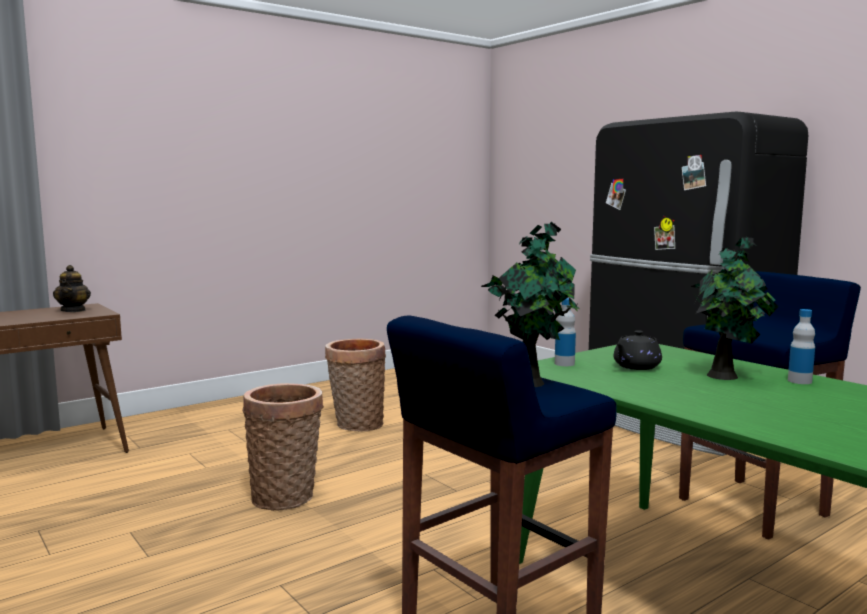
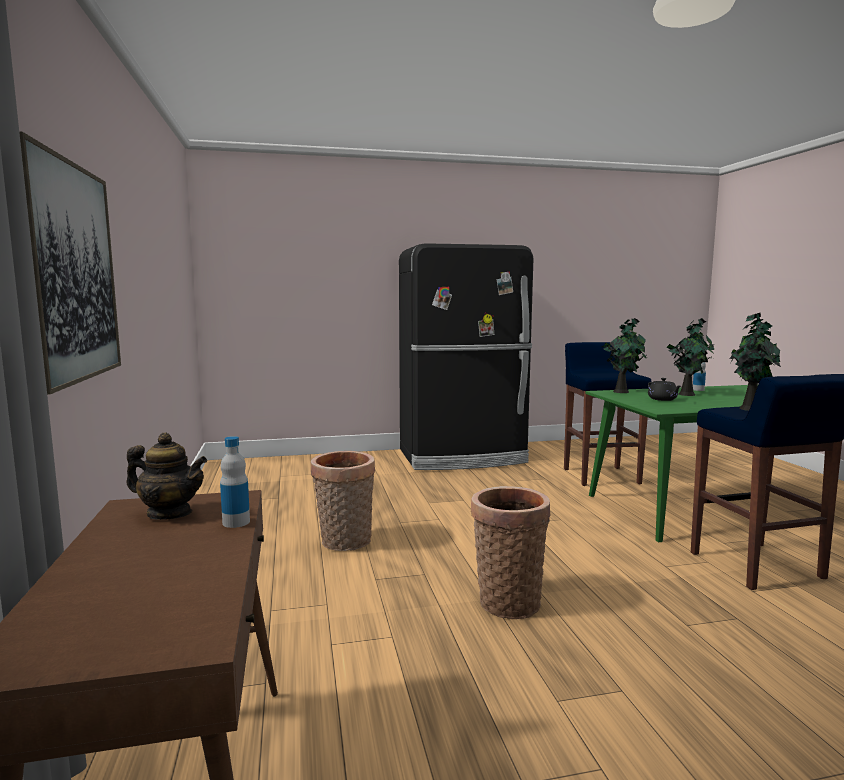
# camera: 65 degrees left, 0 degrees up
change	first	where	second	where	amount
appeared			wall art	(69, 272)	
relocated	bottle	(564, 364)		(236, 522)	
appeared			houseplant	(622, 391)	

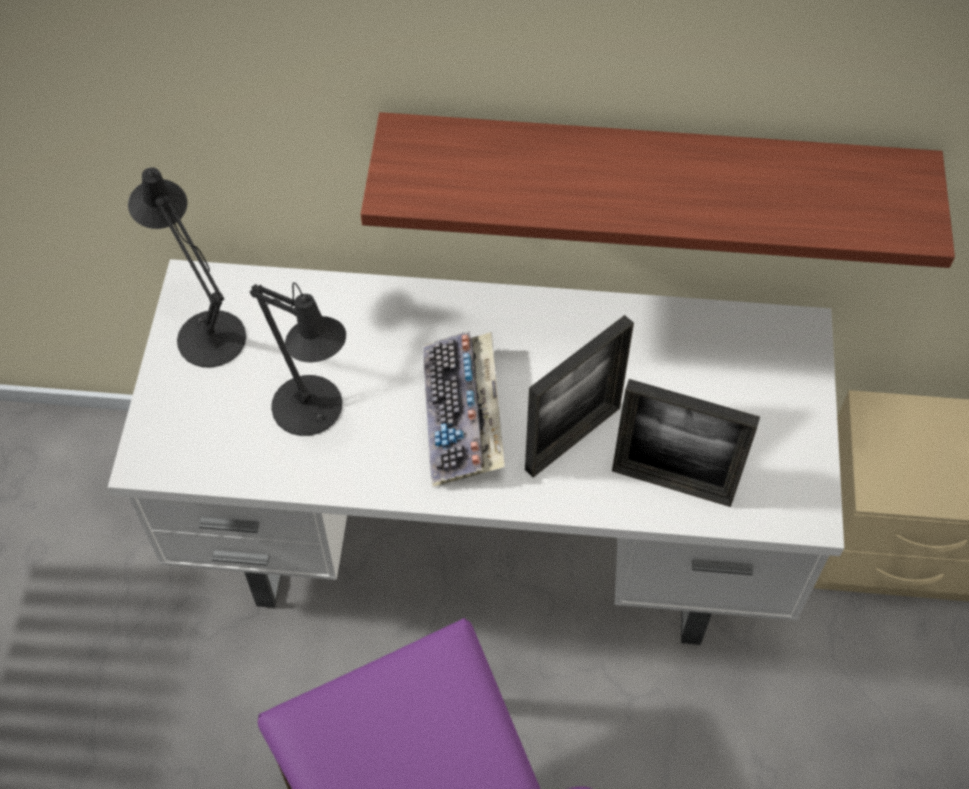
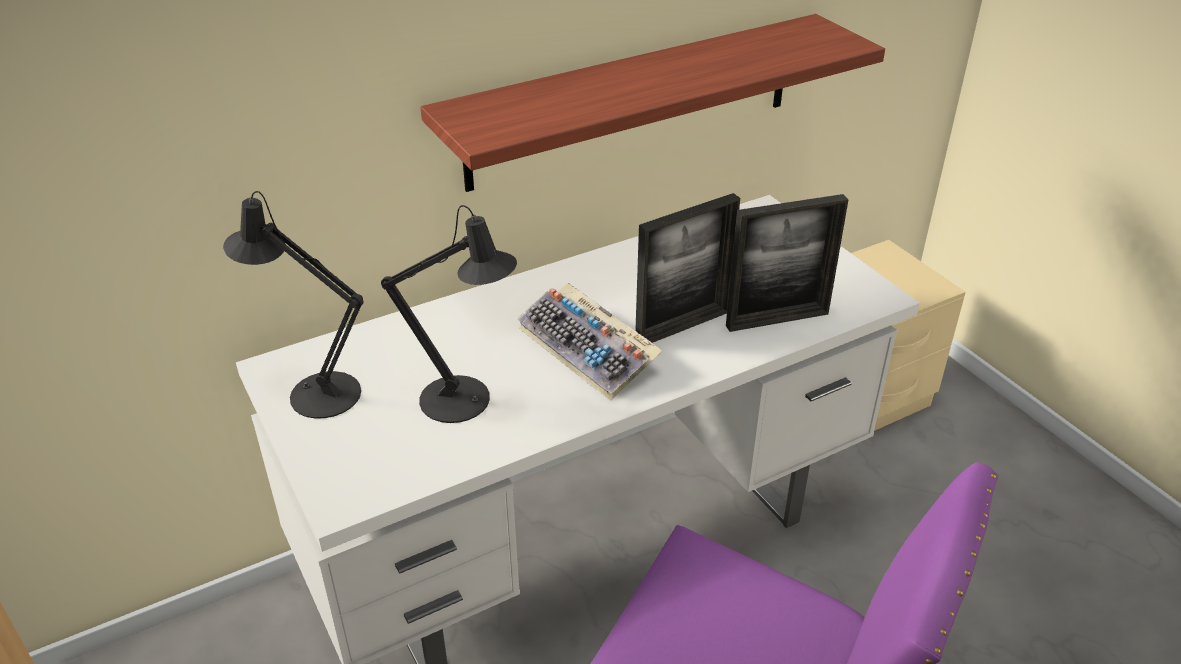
# camera: 35 degrees left, 20 degrees down
change	first	where	second	where	amount
spun	photo frame	(573, 438)		(682, 326)	45 degrees clockwise

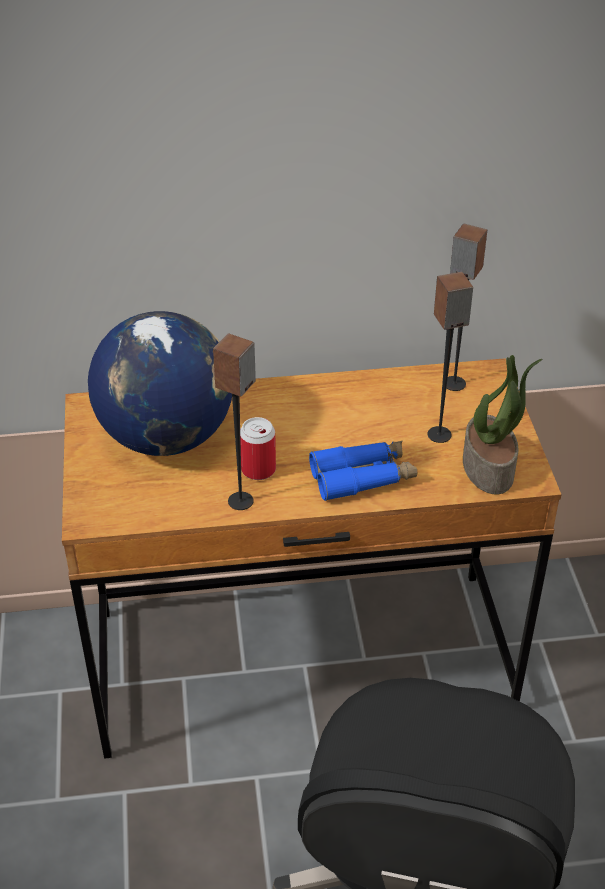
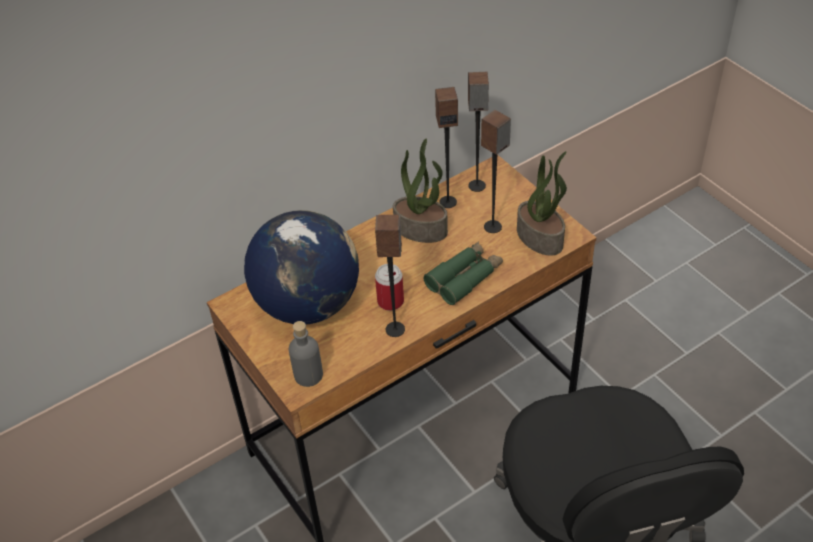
# camera: 25 degrees left, 5 degrees up
change	first	where	second	where	amount
appeared			bottle (gray)	(308, 375)	
appeared			houseplant	(421, 229)	
colour	field glasses (blue-coloured)	(363, 477)	field glasses (greenish)	(464, 278)	
appeared			audio speaker	(448, 202)	

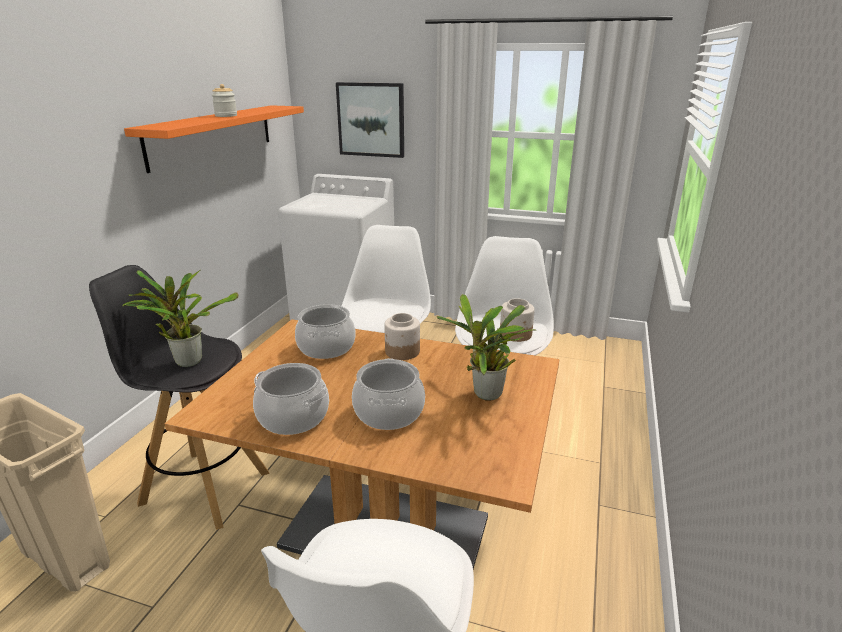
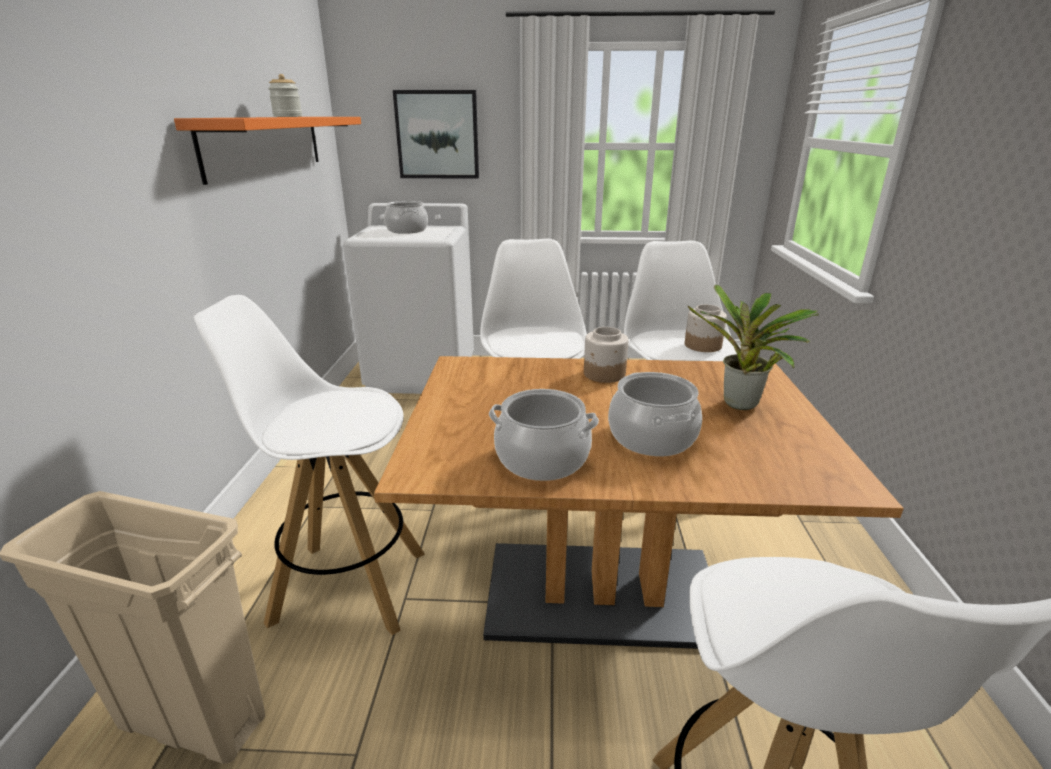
# camera: 15 degrees left, 0 degrees up
change	first	where	second	where	amount
colour	stool (black)	(204, 487)	stool (white-coloured)	(347, 586)	
relocated	saucepot	(326, 347)		(406, 230)	
missing	houseplant	(186, 361)			

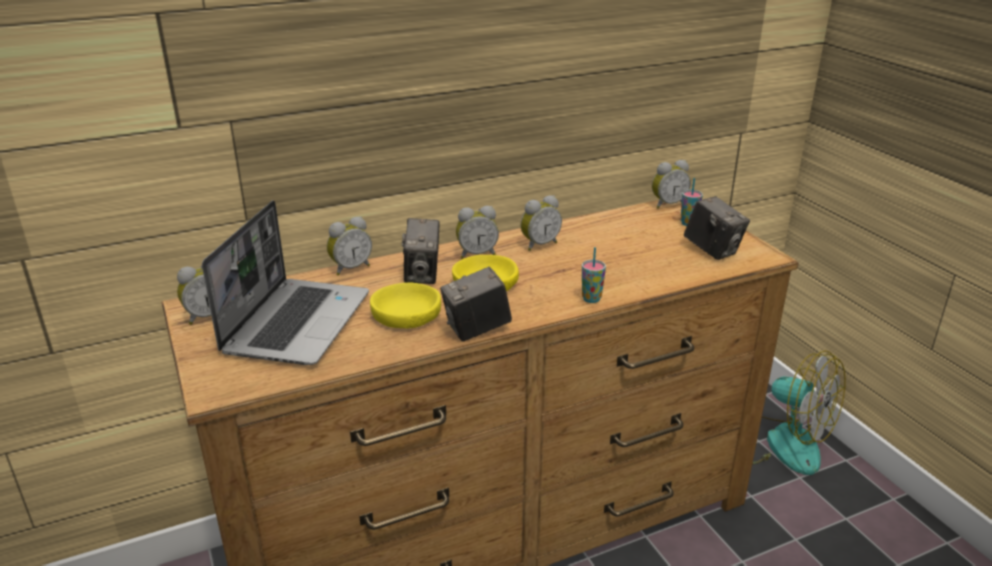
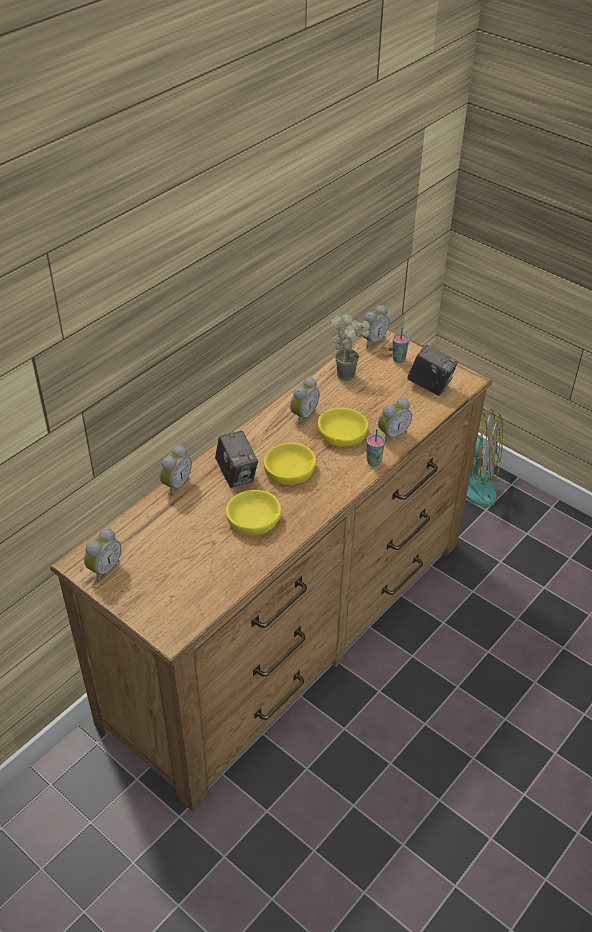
# camera: 25 degrees left, 15 degrees up
change	first	where	second	where	amount
appeared			bowl (yellowish)	(342, 433)	
appeared			houseplant	(349, 373)	
relocated	alarm clock	(477, 254)		(392, 434)	
missing	notebook computer	(297, 322)			
missing	photo camera	(476, 330)			

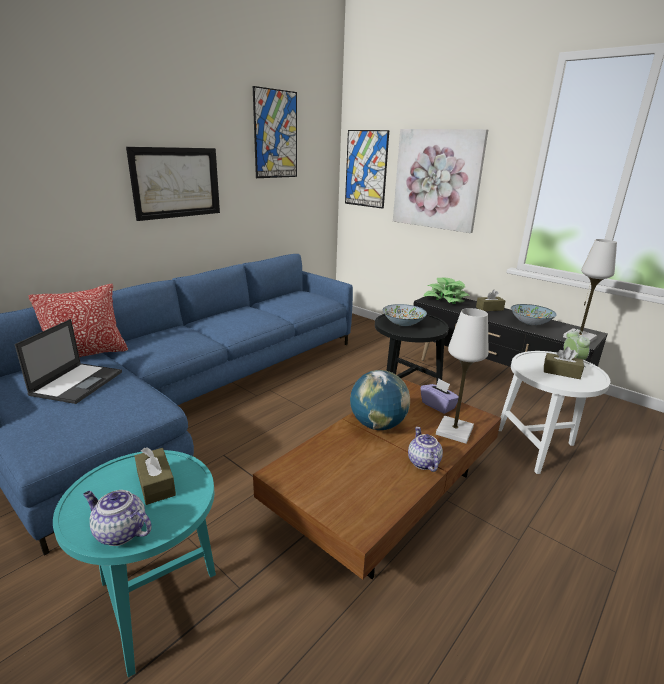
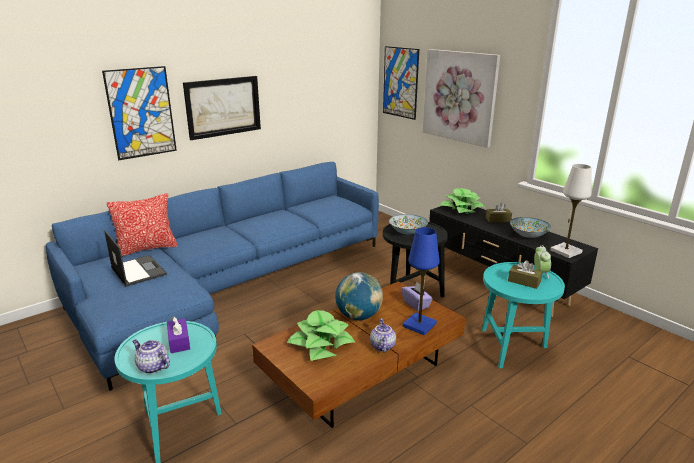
# camera: 10 degrees right, 0 degrees up
change	first	where	second	where	amount
relocated	wall art	(275, 134)		(141, 113)	
spun	notebook computer	(78, 382)		(138, 270)	60 degrees counterclockwise
colour	tissue holder (brown)	(156, 484)	tissue holder (purple)	(179, 341)	
appeared			houseplant	(321, 344)	
colour	lamp for a table (white-coloured)	(454, 431)	lamp for a table (blue-coloured)	(419, 325)	
colour	accent table (white-coloured)	(538, 447)	accent table (turquoise-coloured)	(512, 347)	

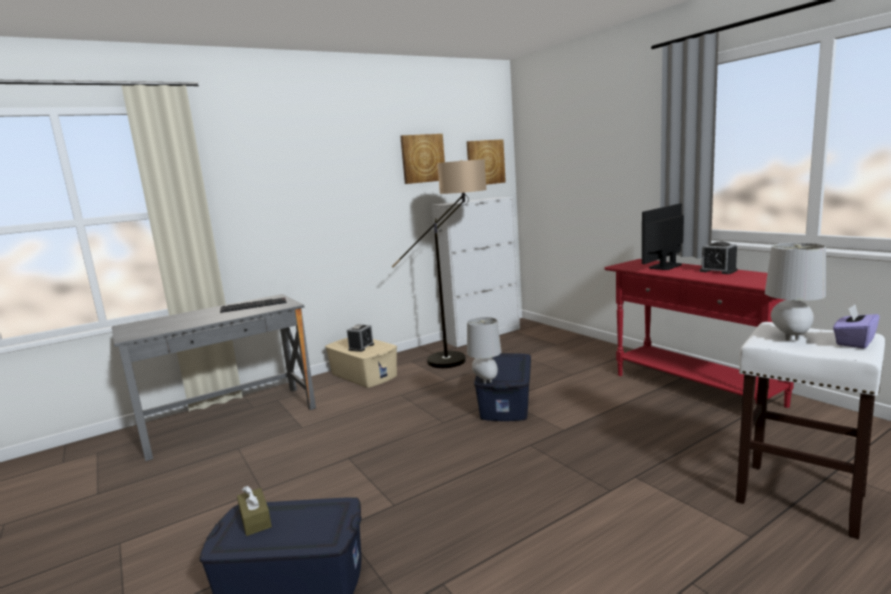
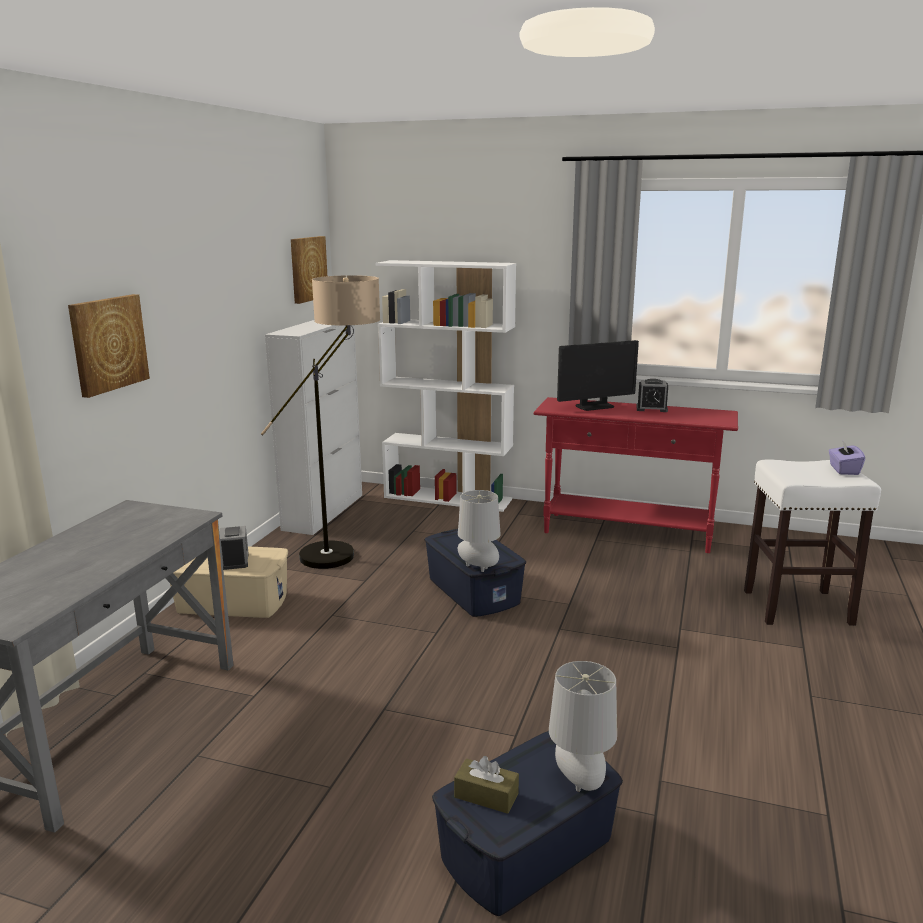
# camera: 40 degrees left, 5 degrees up
change	first	where	second	where	amount
relocated	wall art	(422, 158)		(108, 344)	
appeared			bookcase (white-coloured)	(448, 498)	
relocated	lamp for a table (gray)	(791, 337)		(580, 781)	
spun	monitor	(665, 266)		(594, 406)	120 degrees counterclockwise
missing	computer keyboard	(254, 305)			

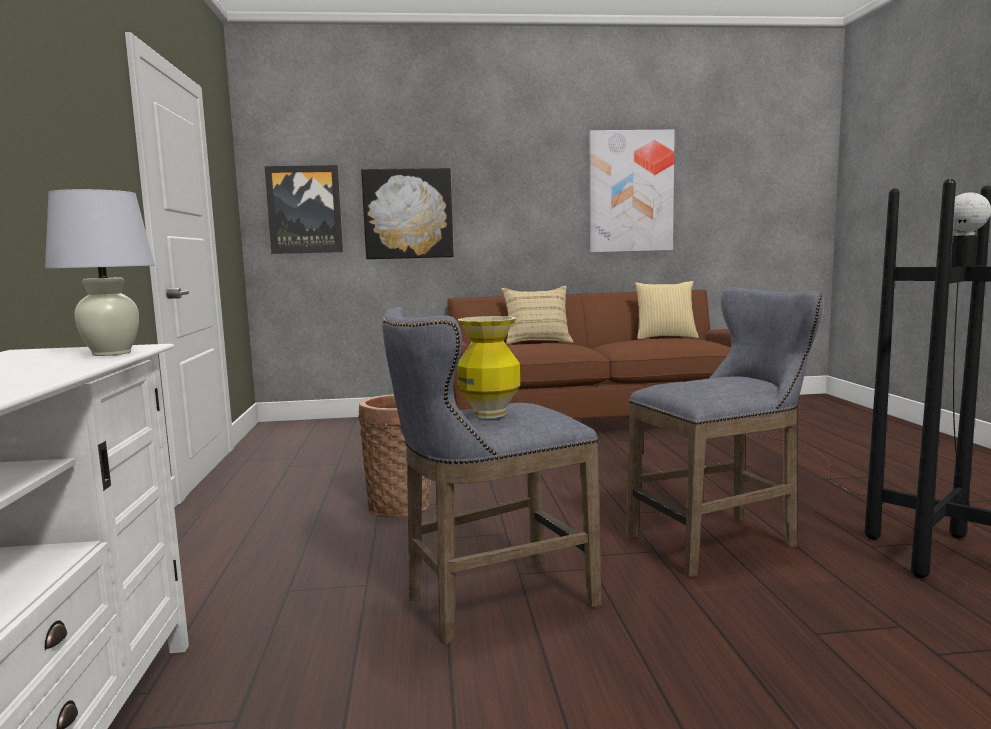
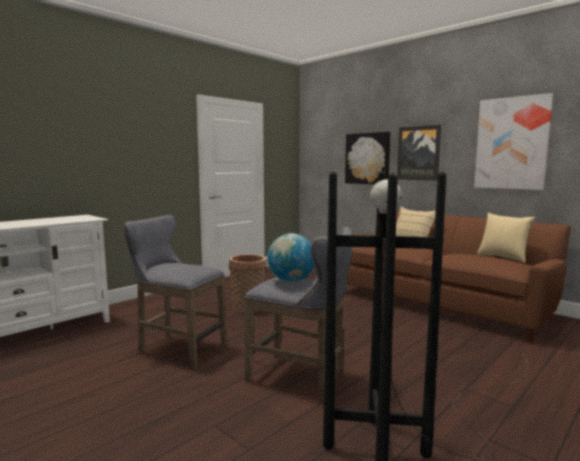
# camera: 50 degrees right, 0 degrees up
change	first	where	second	where	amount
appeared			world globe	(291, 281)	
relocated	wall art	(304, 210)		(418, 153)	
missing	lamp for a table (white-coloured)	(111, 353)			
missing	vase	(489, 414)			

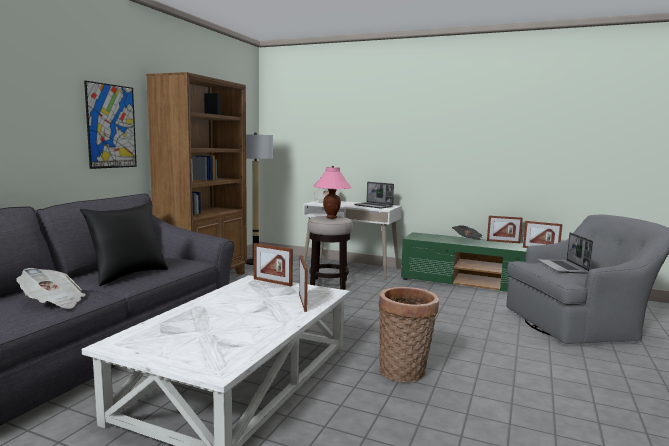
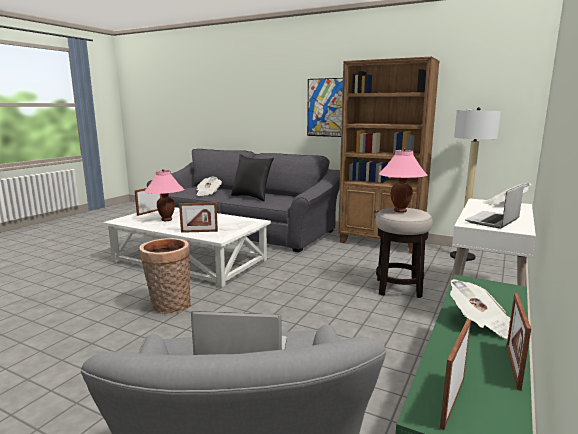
# camera: 95 degrees right, 5 degrees up
change	first	where	second	where	amount
relocated	photo frame	(272, 282)		(150, 212)	
appeared			lamp for a table (pinkish)	(166, 220)	

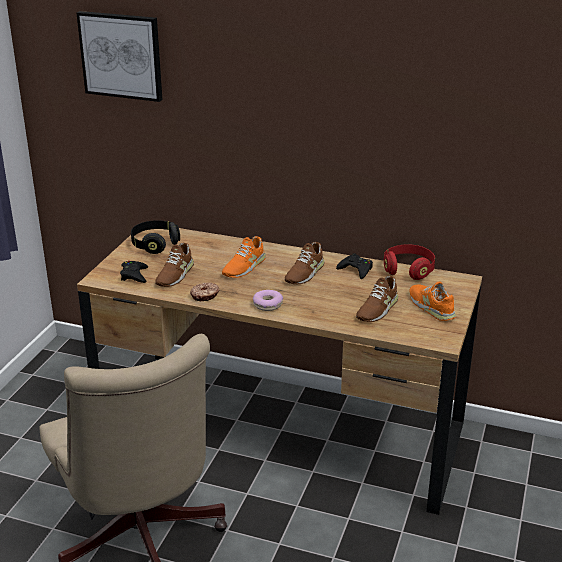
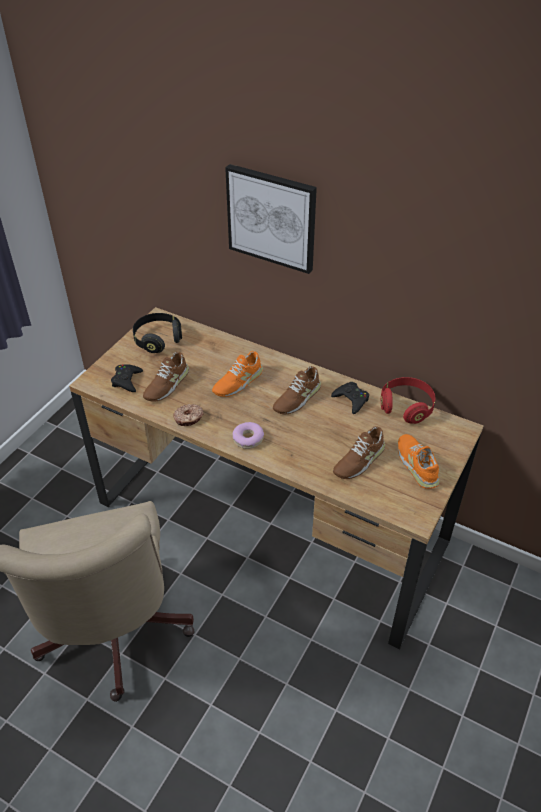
# camera: 10 degrees right, 15 degrees up
change	first	where	second	where	amount
relocated	wall art	(121, 55)		(272, 218)	

